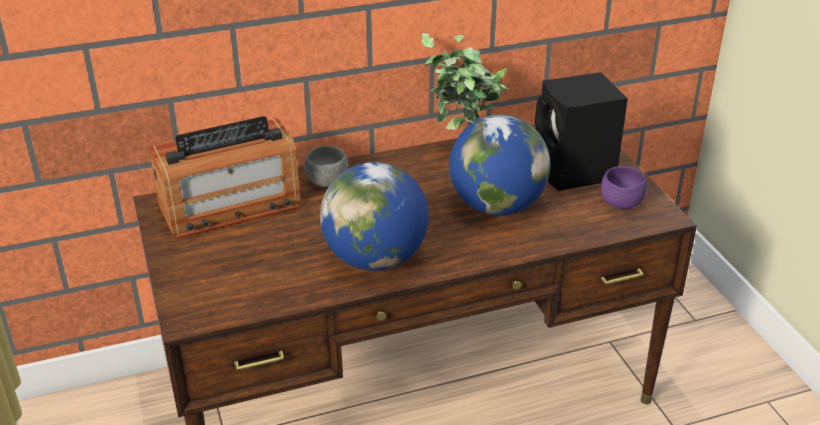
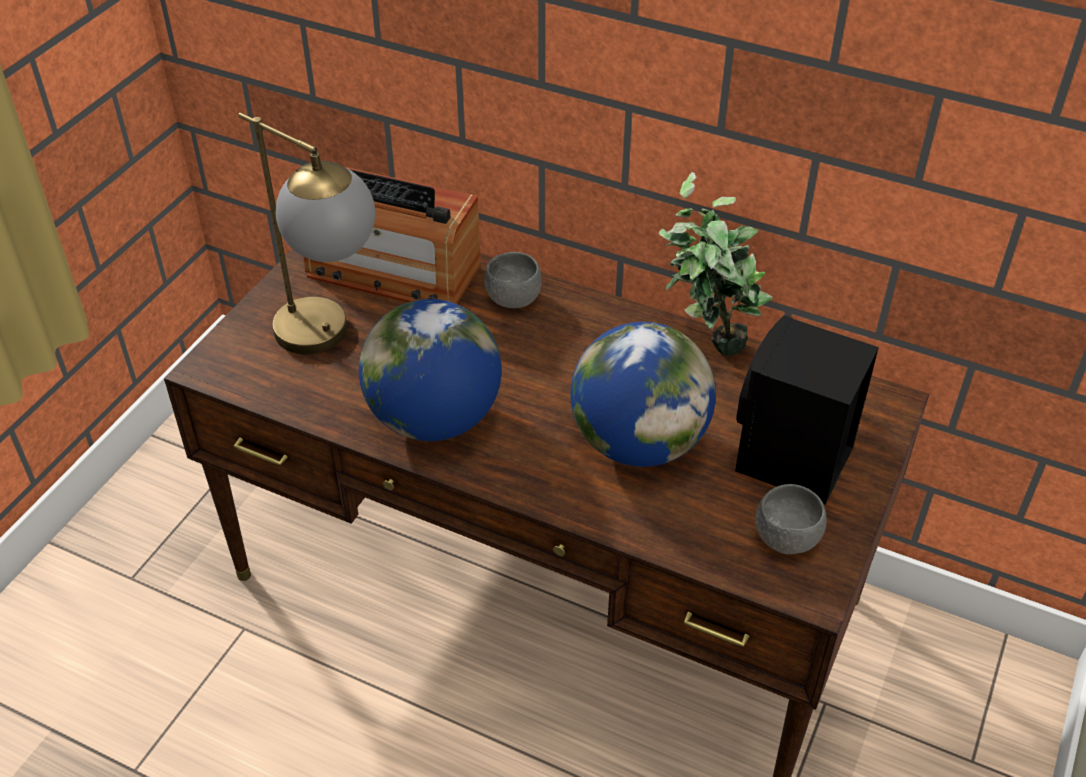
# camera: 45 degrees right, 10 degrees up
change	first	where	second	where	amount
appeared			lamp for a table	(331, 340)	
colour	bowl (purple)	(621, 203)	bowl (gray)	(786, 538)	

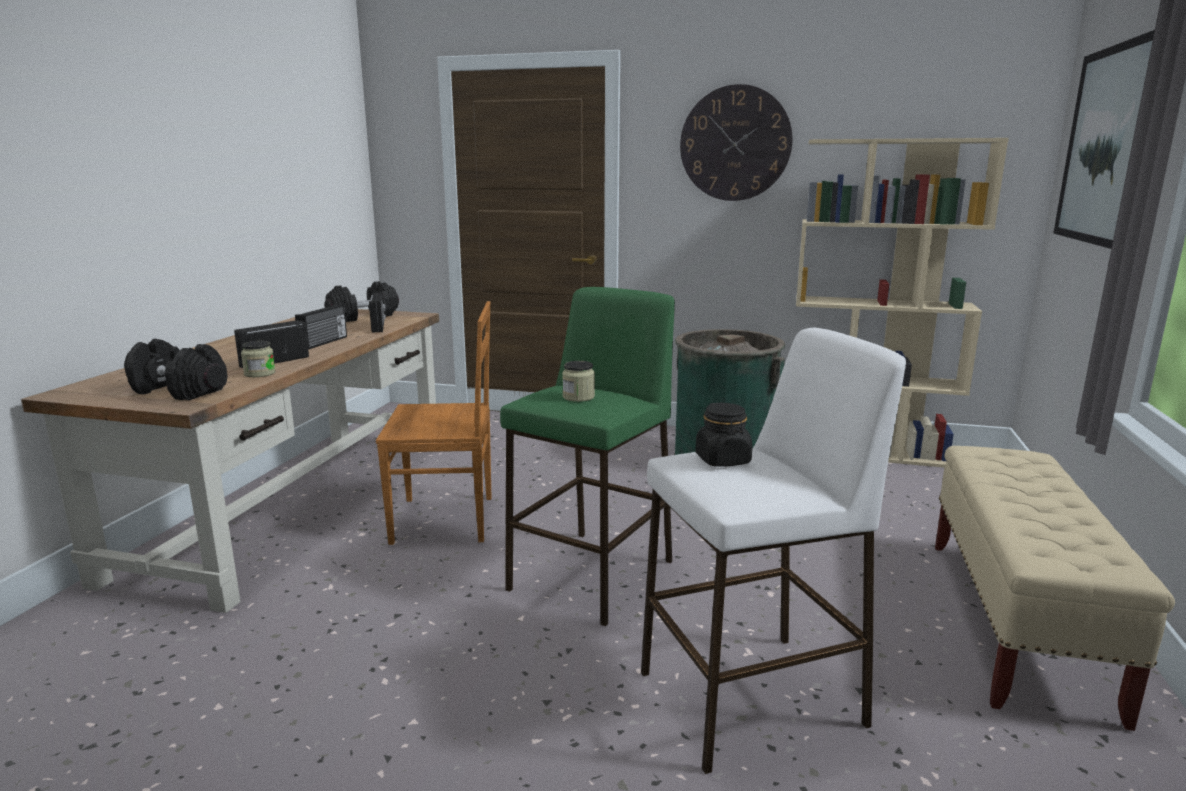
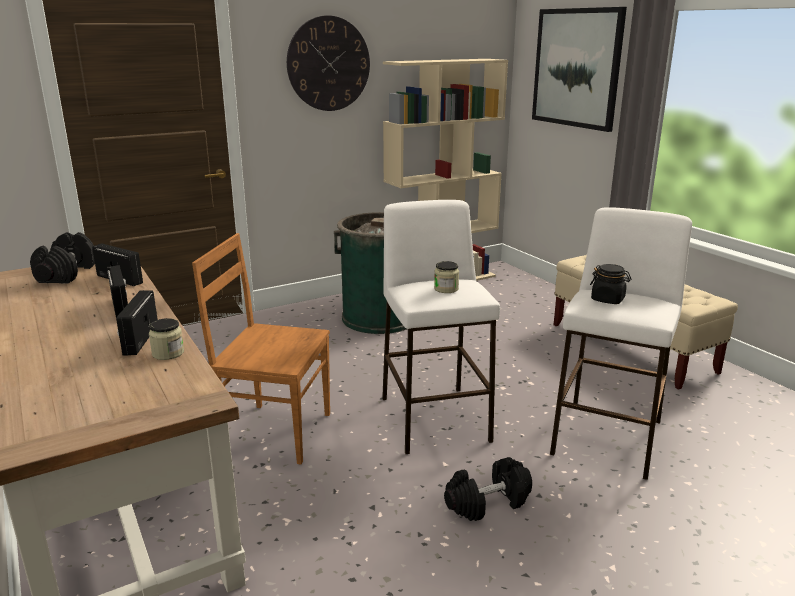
# camera: 45 degrees left, 5 degrees up
change	first	where	second	where	amount
spun	chair (brown)	(447, 519)		(274, 432)	120 degrees counterclockwise
colour	stool (greenish)	(592, 574)	stool (white-coloured)	(434, 418)	
relocated	dumbbell (black)	(178, 391)		(487, 503)	

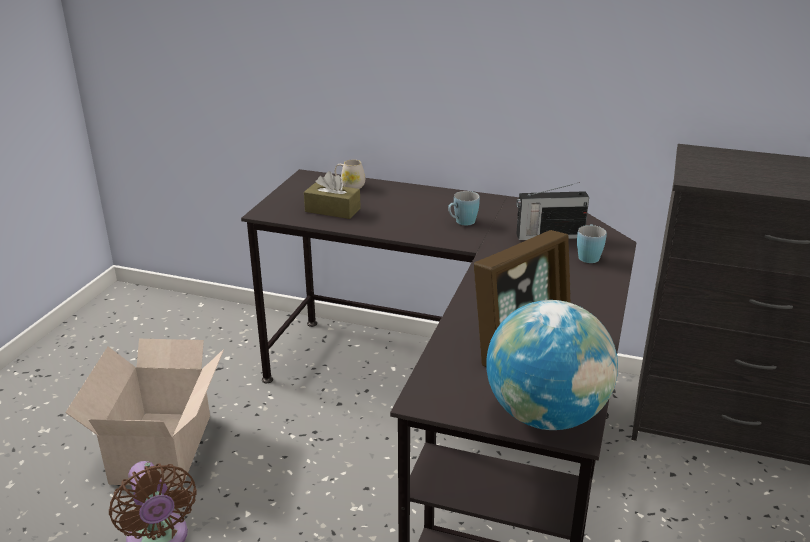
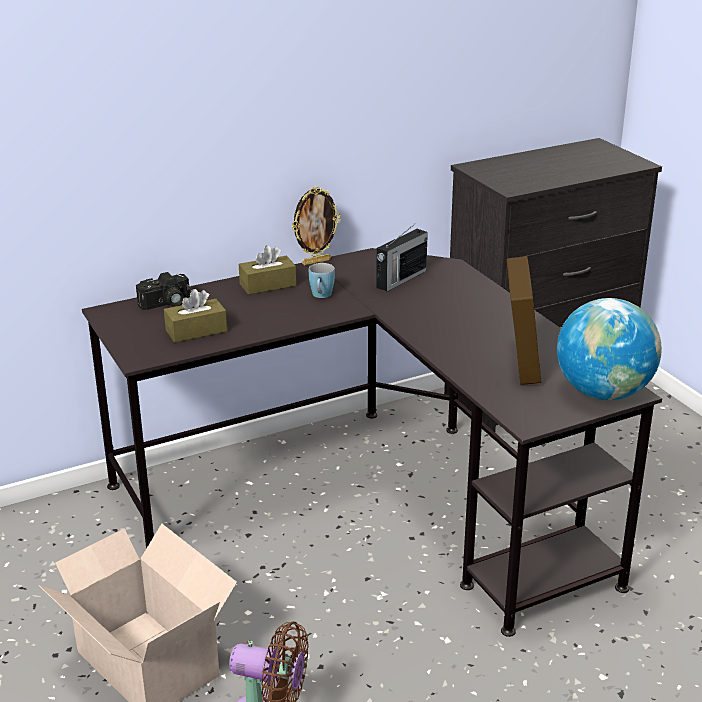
# camera: 45 degrees left, 0 degrees up
change	first	where	second	where	amount
exchanged	tea mug (white-coloured)	(350, 186)	photo camera	(166, 304)	
appeared			tissue holder (brown)	(268, 285)	
appeared			photo frame	(316, 261)	
missing	tea mug (blue-coloured)	(588, 255)			

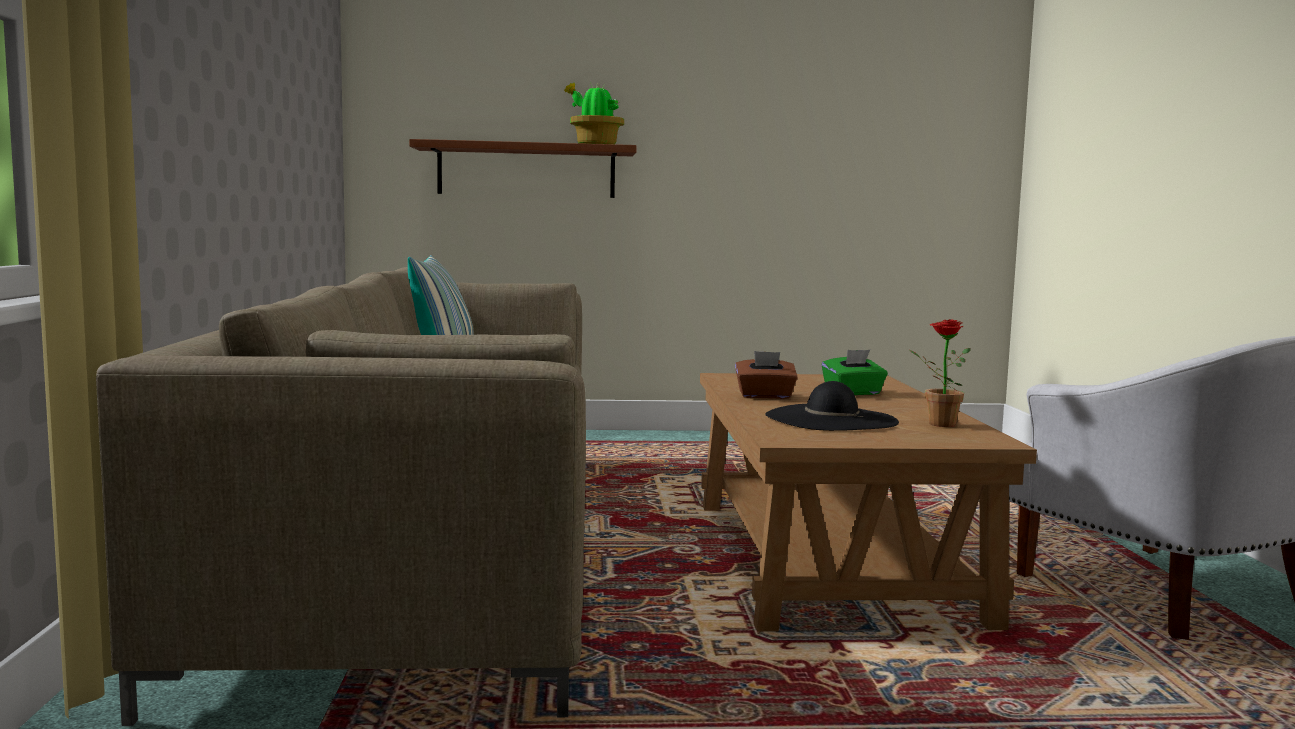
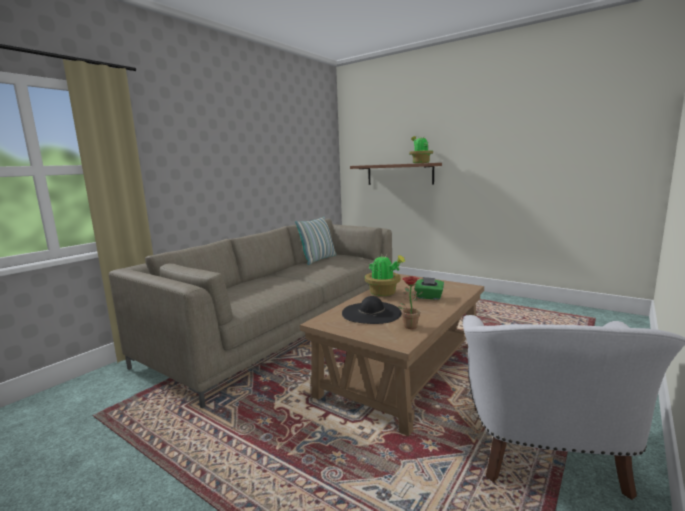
# camera: 40 degrees right, 5 degrees up
change	first	where	second	where	amount
exchanged	tissue holder (brown)	(765, 396)	houseplant	(384, 293)	

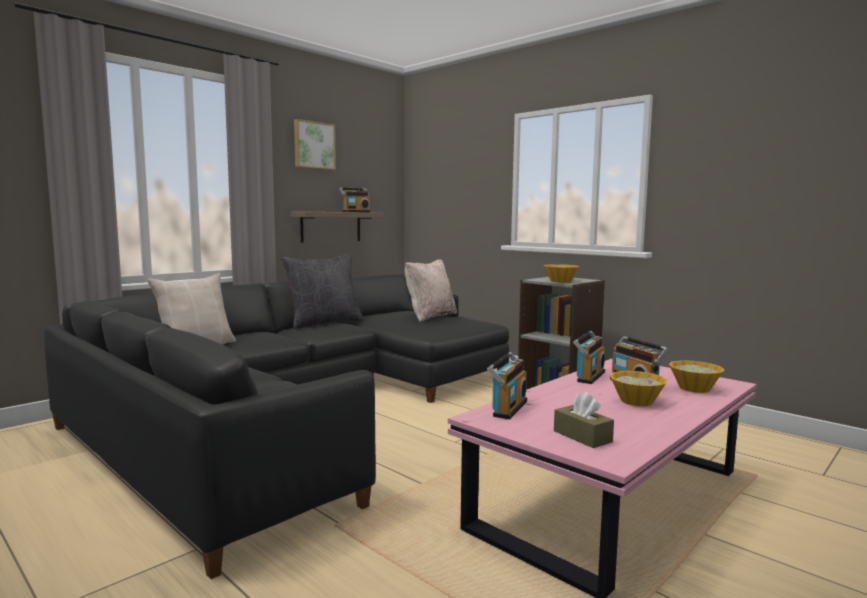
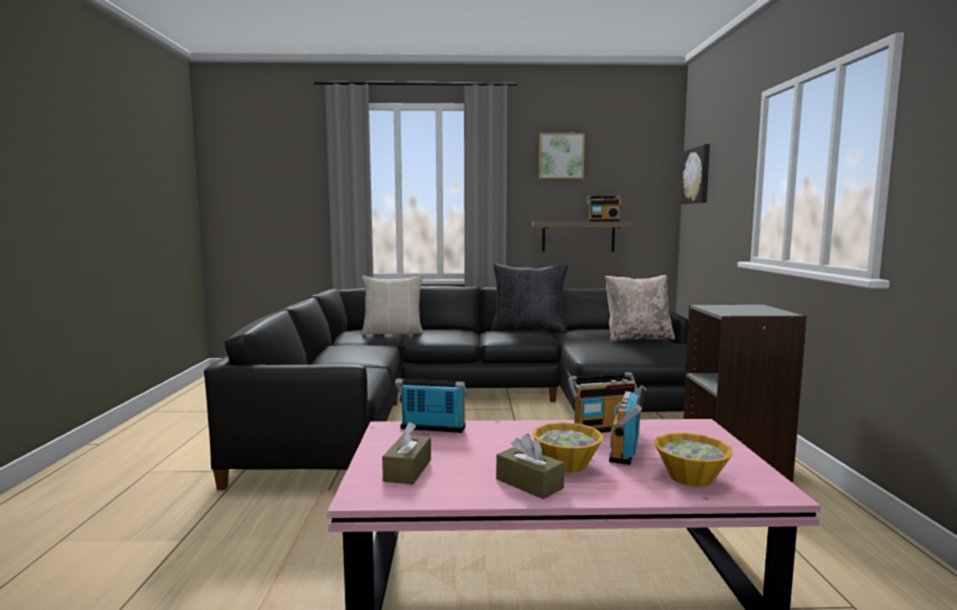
# camera: 45 degrees right, 0 degrees up
change	first	where	second	where	amount
spun	radio receiver	(507, 408)		(432, 429)	150 degrees counterclockwise
appeared			tissue holder (brown)	(529, 483)	
appeared			wall art	(697, 175)	
missing	bowl	(560, 281)			

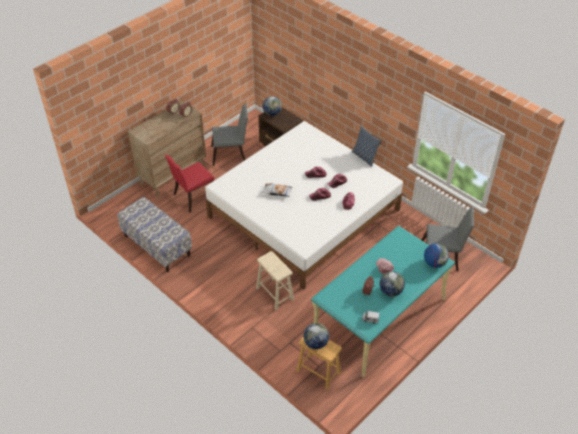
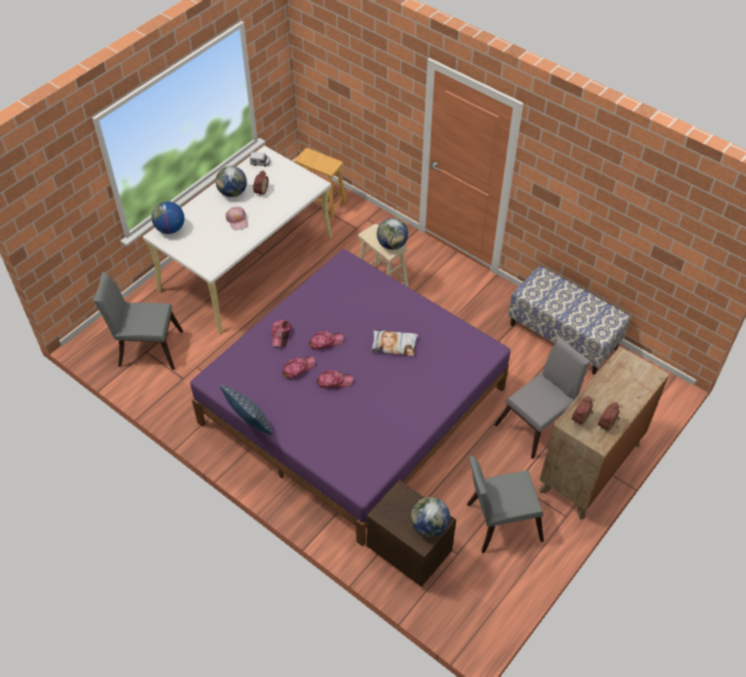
# camera: 175 degrees right, 5 degrees up
change	first	where	second	where	amount
colour	desk unit (turquoise-coloured)	(379, 317)	desk unit (white-coloured)	(247, 262)	
colour	sleeping bed (white-coloured)	(304, 213)	sleeping bed (purple)	(352, 405)	
relocated	world globe	(315, 343)		(392, 245)	
colour	chair (reddish)	(193, 197)	chair (gray)	(538, 423)	

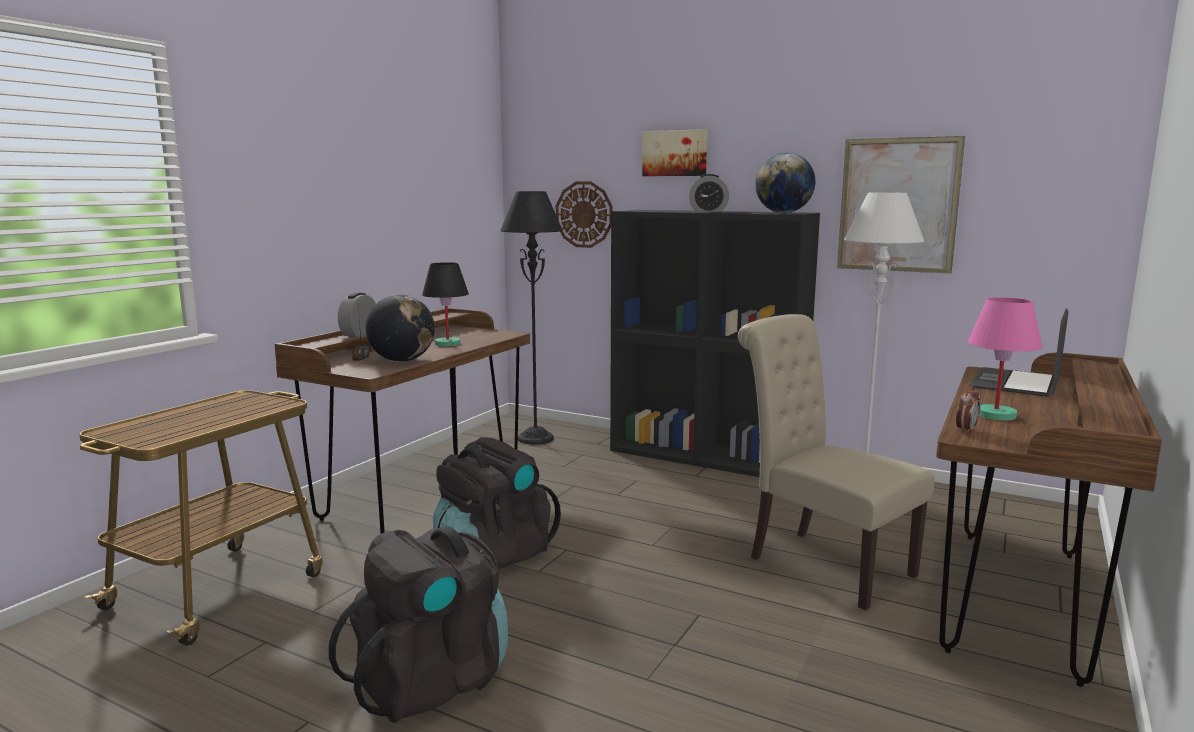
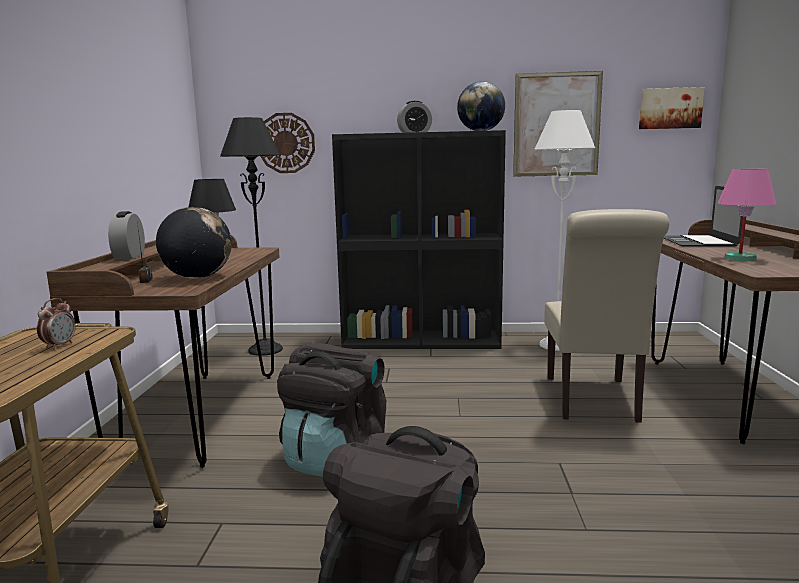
# camera: 25 degrees left, 0 degrees up
change	first	where	second	where	amount
relocated	alarm clock	(966, 430)		(59, 345)	
spun	chair (sand-coloured)	(821, 563)		(593, 401)	105 degrees counterclockwise
relocated	wall art	(675, 153)		(670, 108)	

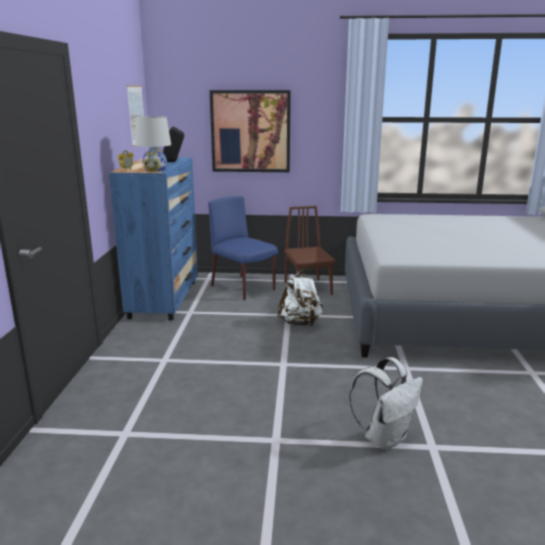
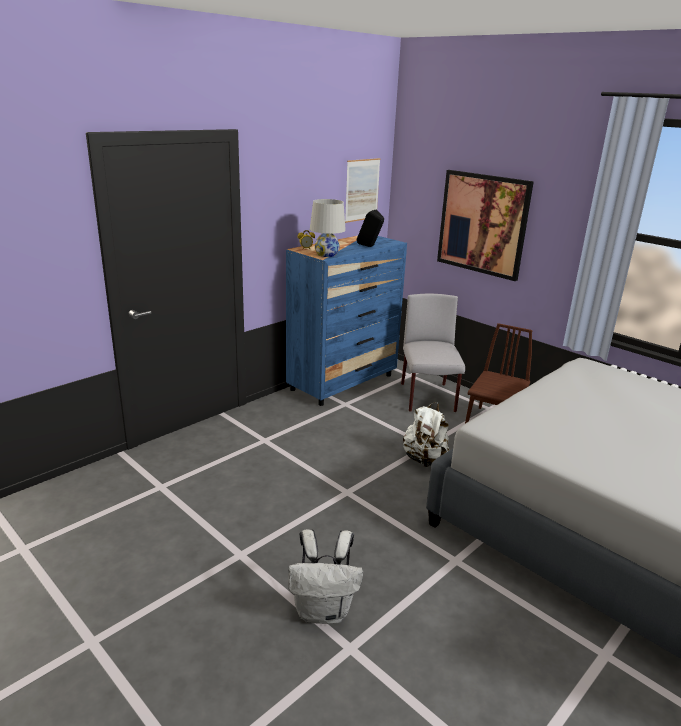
# camera: 40 degrees right, 5 degrees up
change	first	where	second	where	amount
colour	chair (blue-coloured)	(243, 288)	chair (gray)	(428, 398)	

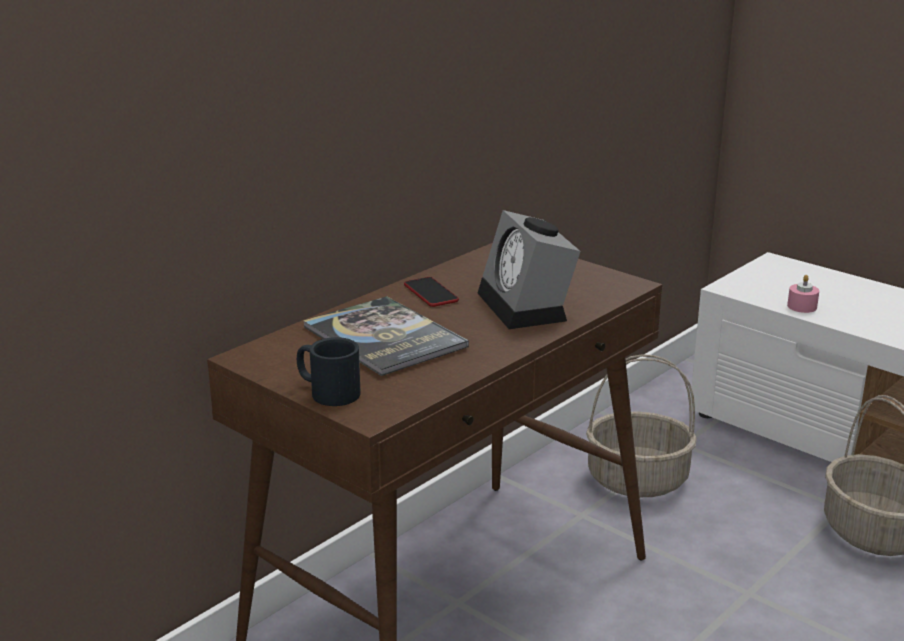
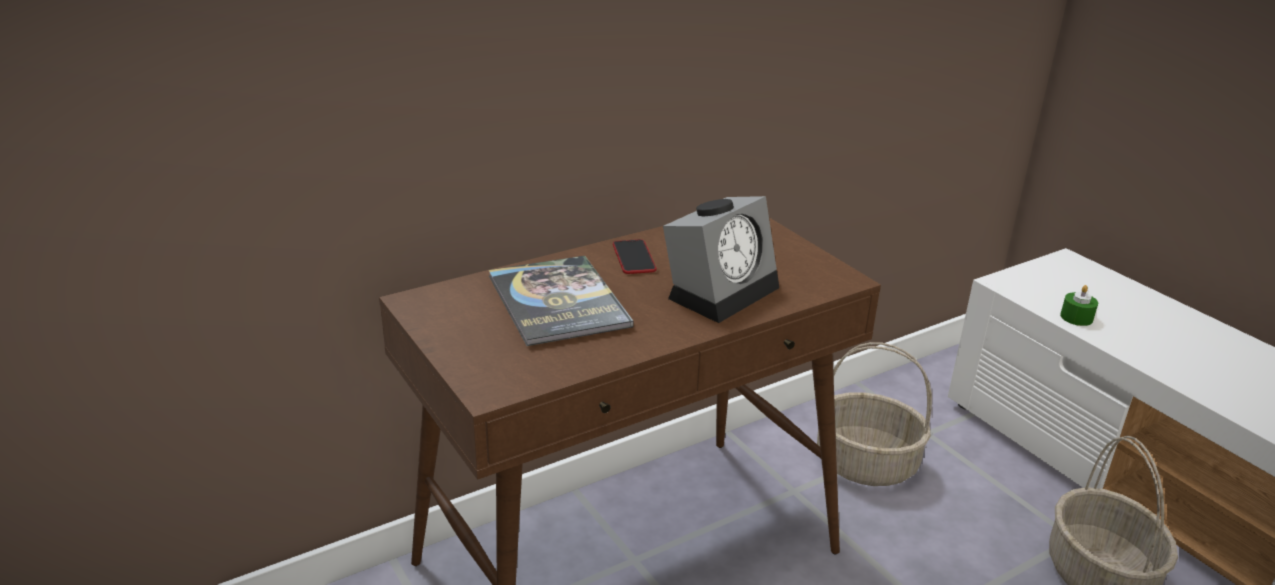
# camera: 15 degrees right, 5 degrees up
change	first	where	second	where	amount
spun	alarm clock	(527, 307)		(722, 290)	135 degrees counterclockwise
colour	wax candle (pinkish)	(802, 306)	wax candle (greenish)	(1076, 317)	
missing	tea mug (black)	(327, 391)			

